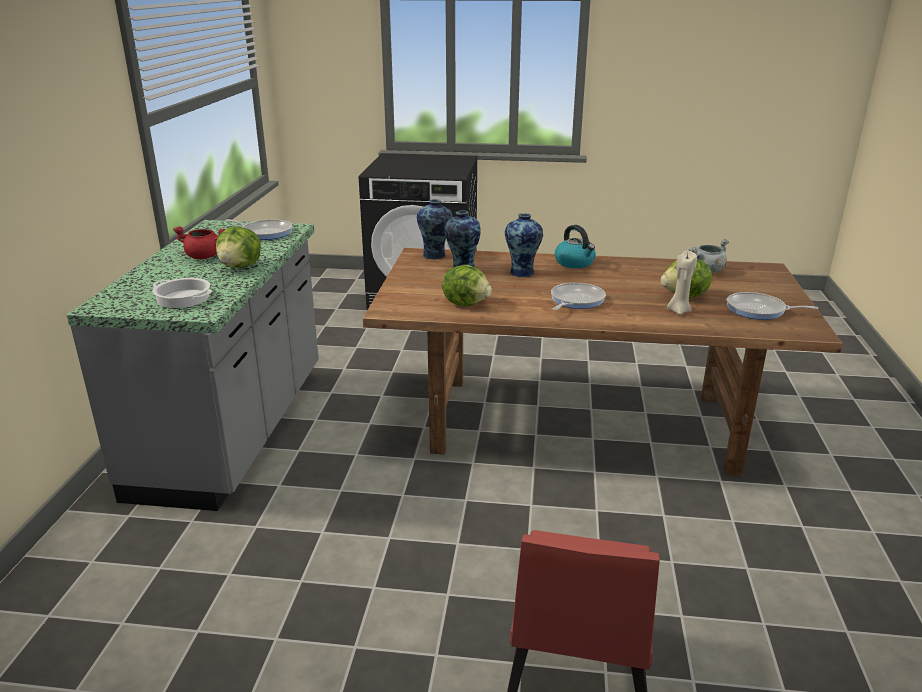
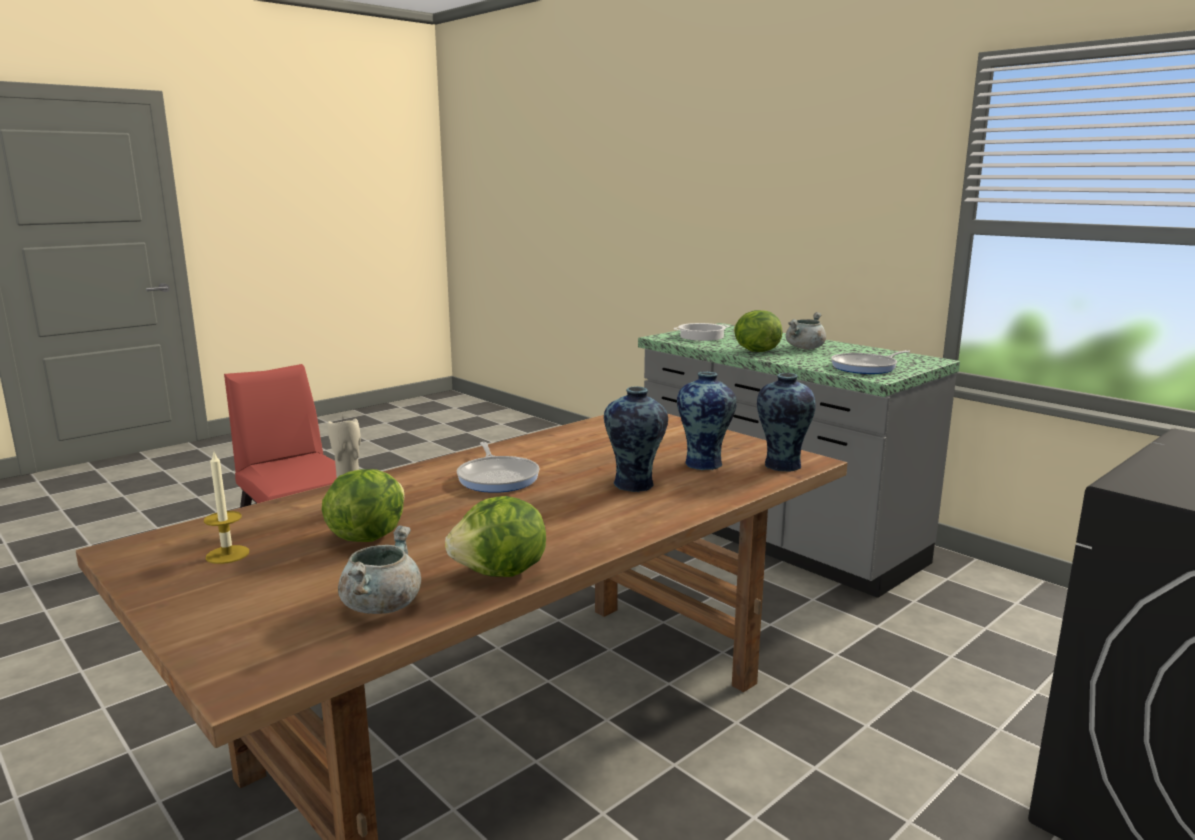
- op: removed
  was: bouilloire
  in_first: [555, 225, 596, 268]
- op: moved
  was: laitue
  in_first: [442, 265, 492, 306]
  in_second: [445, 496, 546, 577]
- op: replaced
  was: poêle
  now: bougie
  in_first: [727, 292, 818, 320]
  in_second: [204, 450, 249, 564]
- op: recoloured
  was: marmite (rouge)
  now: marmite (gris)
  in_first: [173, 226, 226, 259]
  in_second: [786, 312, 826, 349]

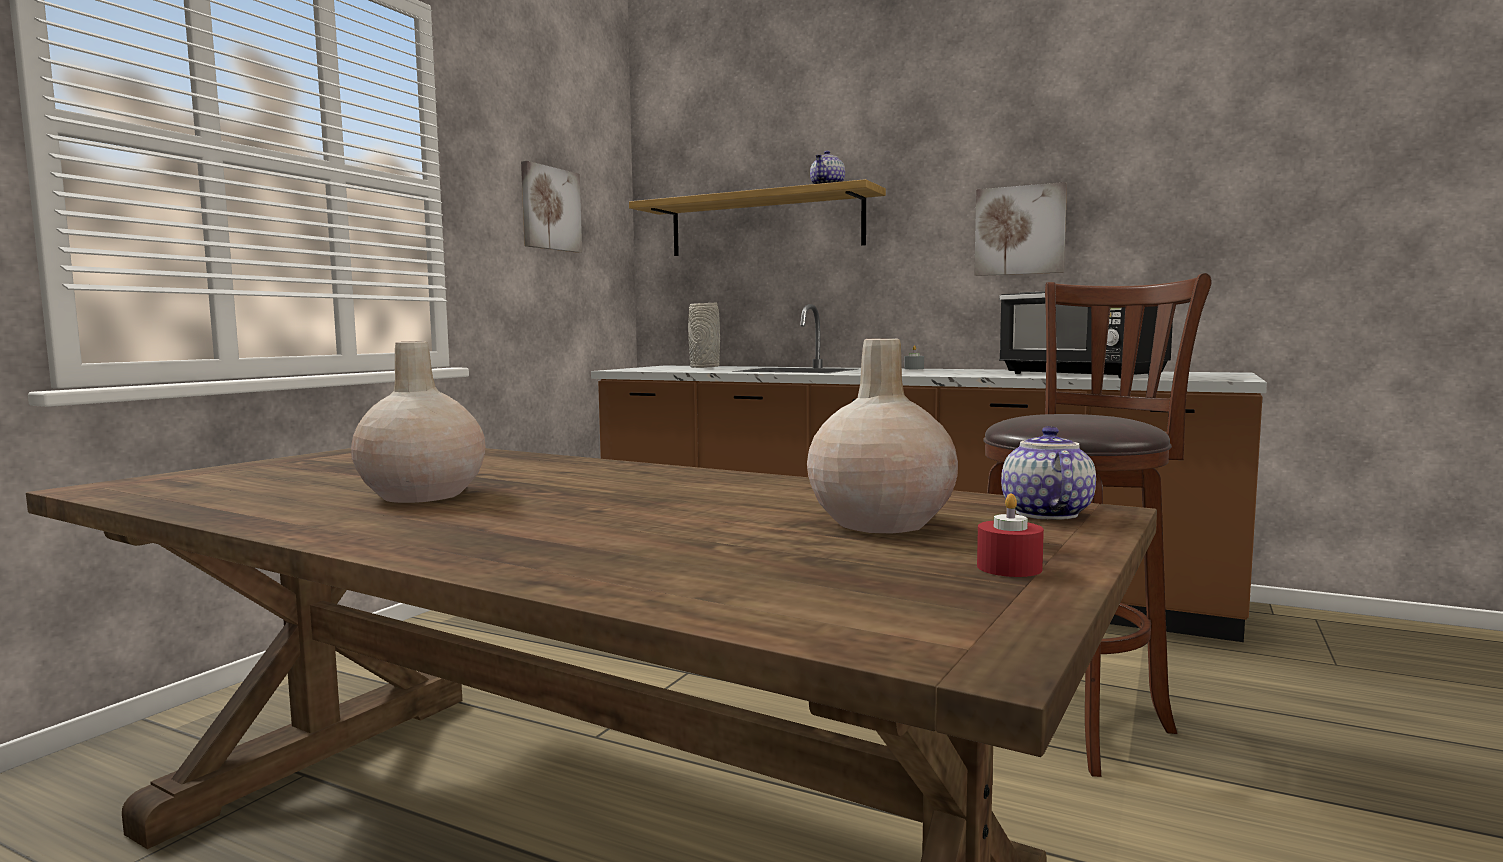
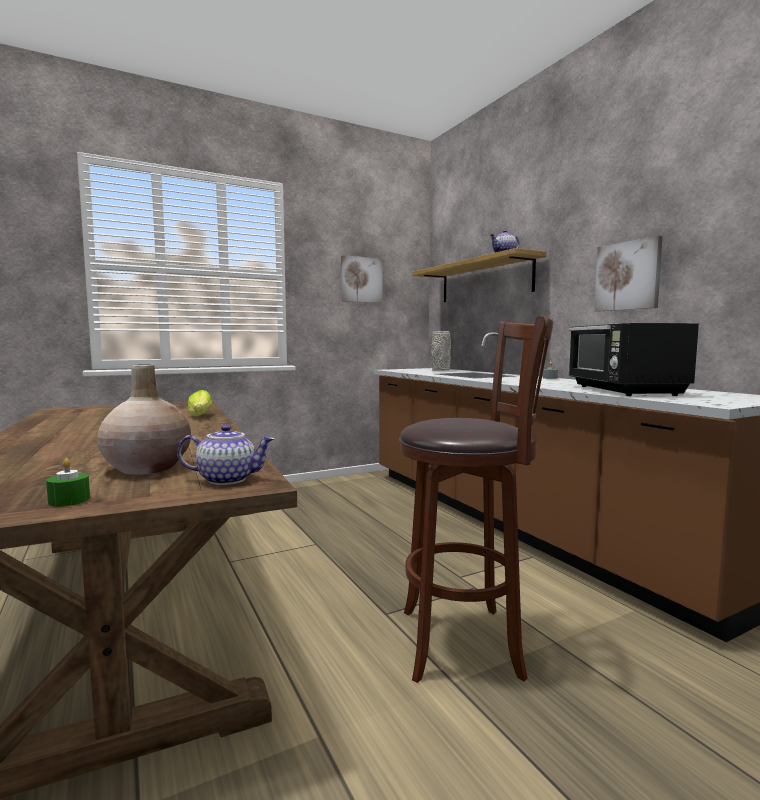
- op: removed
  was: vase (beige)
  in_first: [351, 341, 486, 503]
- op: added
  now: laitue
  in_second: [187, 390, 213, 416]
- op: recoloured
  was: bougie (rouge)
  now: bougie (vert)
  in_first: [977, 493, 1044, 577]
  in_second: [46, 458, 90, 507]
- op: turned
  was: théière
  in_first: [1001, 426, 1096, 520]
  in_second: [177, 424, 275, 485]
  clockwise: 45

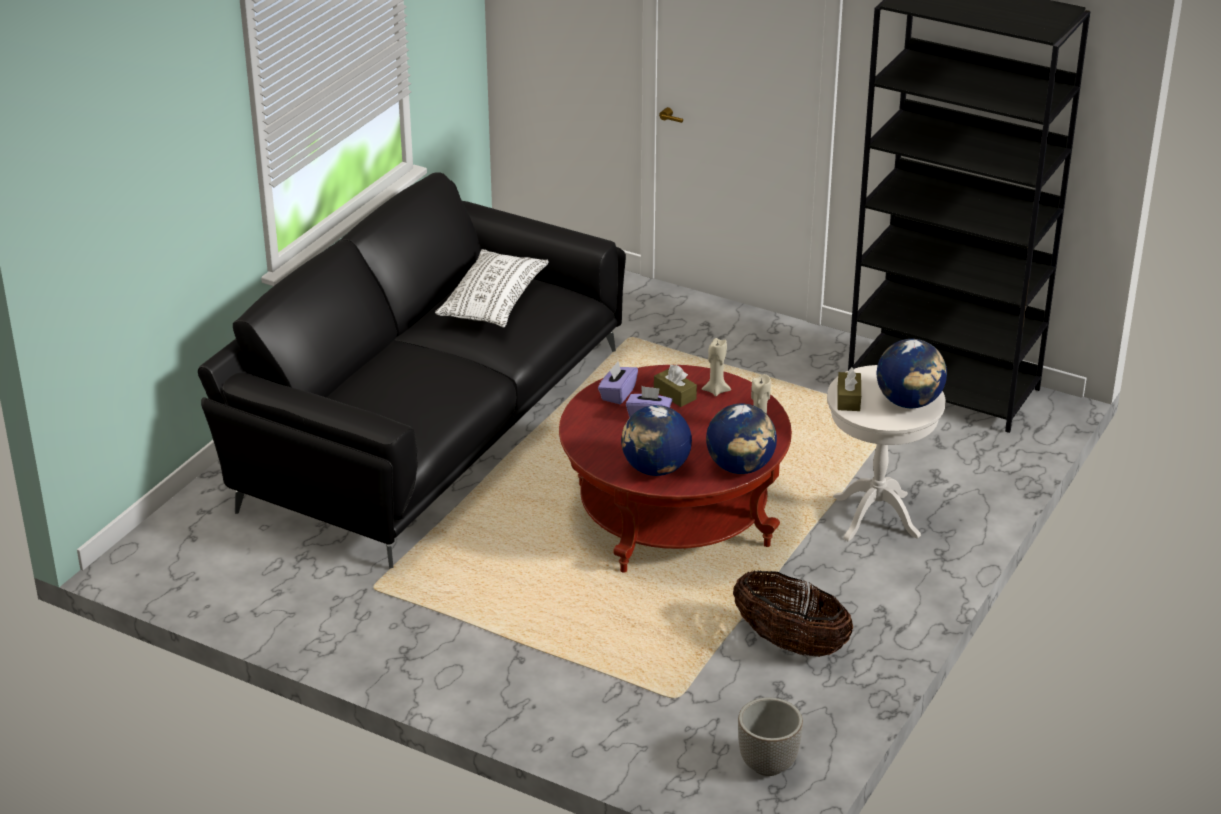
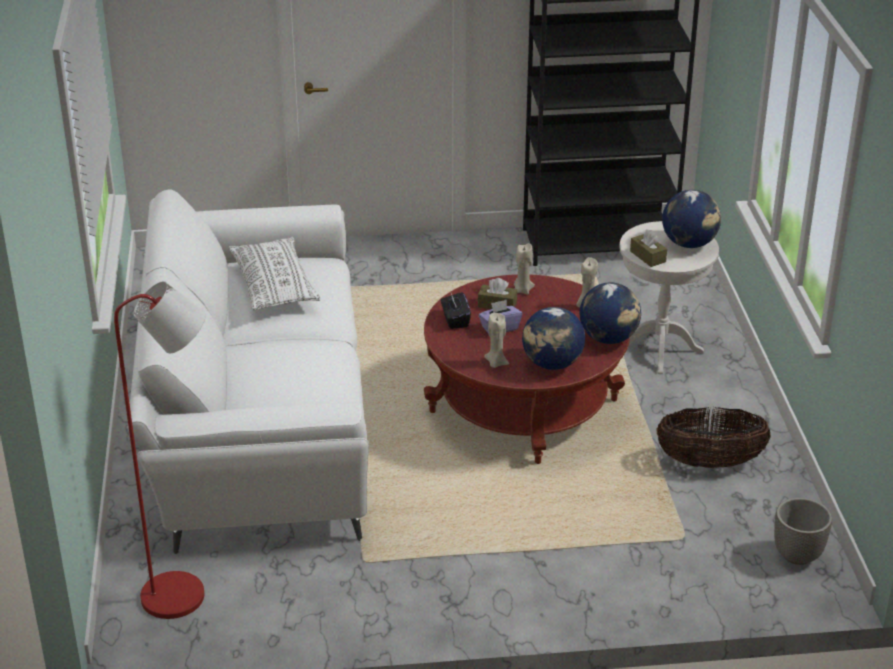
- op: added
  now: lampadaire (rouge)
  in_second: [114, 281, 206, 619]
- op: added
  now: bougie (beige)
  in_second: [484, 313, 509, 368]
- op: recoloured
  was: canapé (noir)
  now: canapé (blanc)
  in_first: [198, 172, 626, 569]
  in_second: [127, 190, 369, 554]
- op: recoloured
  was: boîte à mouchoirs (violet)
  now: boîte à mouchoirs (noir)
  in_first: [598, 362, 638, 404]
  in_second: [441, 292, 471, 329]

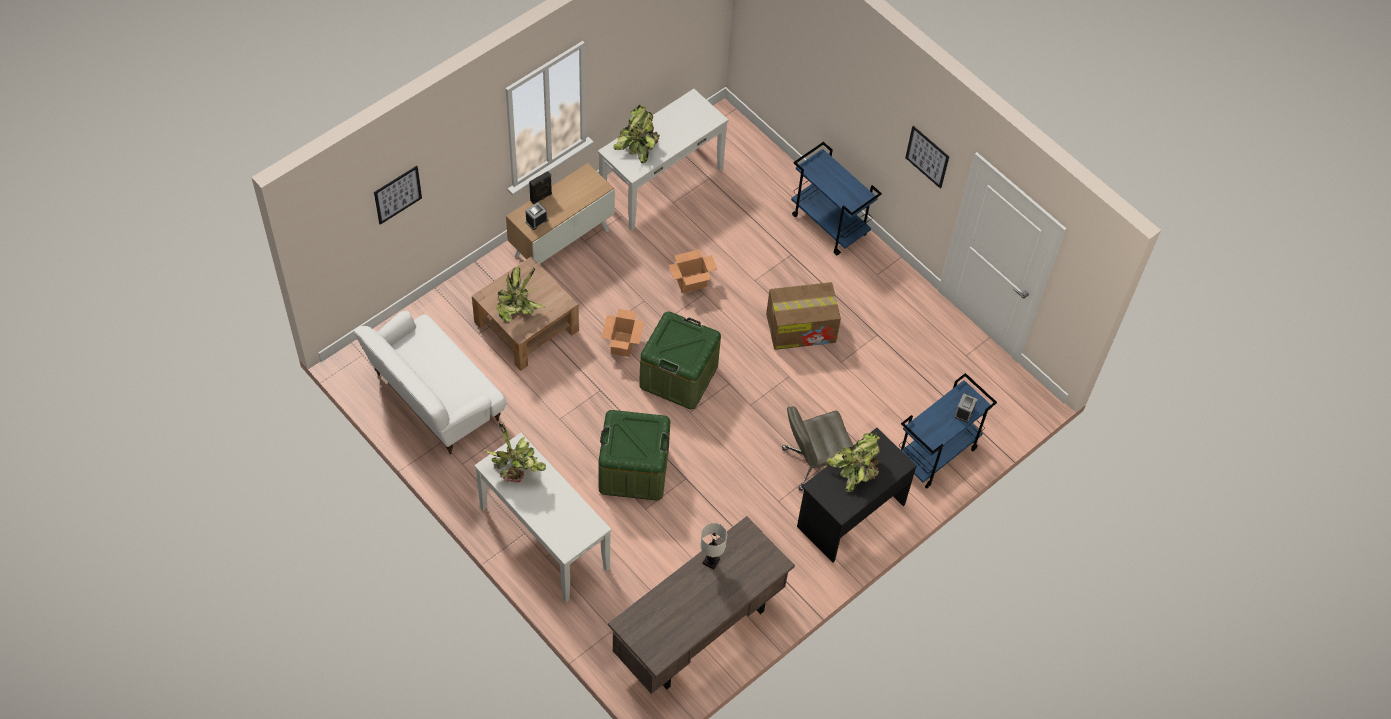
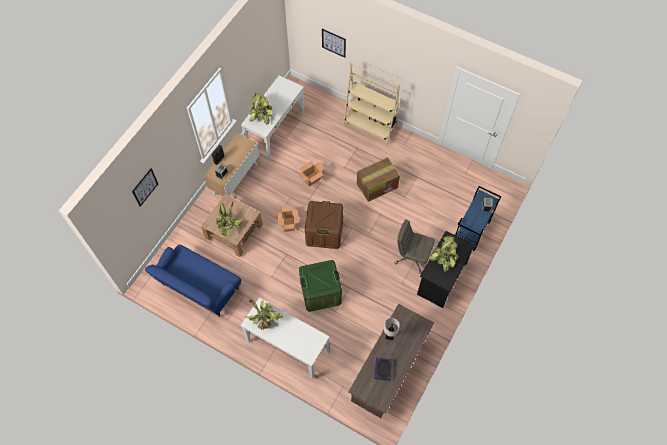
- op: added
  now: livre
  in_second: [374, 358, 392, 381]
- op: moved
  was: tableau
  in_first: [905, 126, 949, 189]
  in_second: [322, 29, 346, 58]
- op: replaced
  was: chariot (bleu)
  now: bibliothèque (beige)
  in_first: [791, 142, 882, 255]
  in_second: [343, 62, 400, 146]
- op: recoloured
  was: canapé (blanc)
  now: canapé (bleu)
  in_first: [354, 311, 507, 454]
  in_second: [145, 245, 241, 317]
- op: recoloured
  was: boîte de rangement (vert)
  now: boîte de rangement (marron)
  in_first: [639, 311, 721, 409]
  in_second: [305, 201, 343, 249]
- op: turned
  was: chaise de bureau (gris)
  in_first: [782, 406, 854, 491]
  in_second: [395, 219, 435, 274]
  clockwise: 60

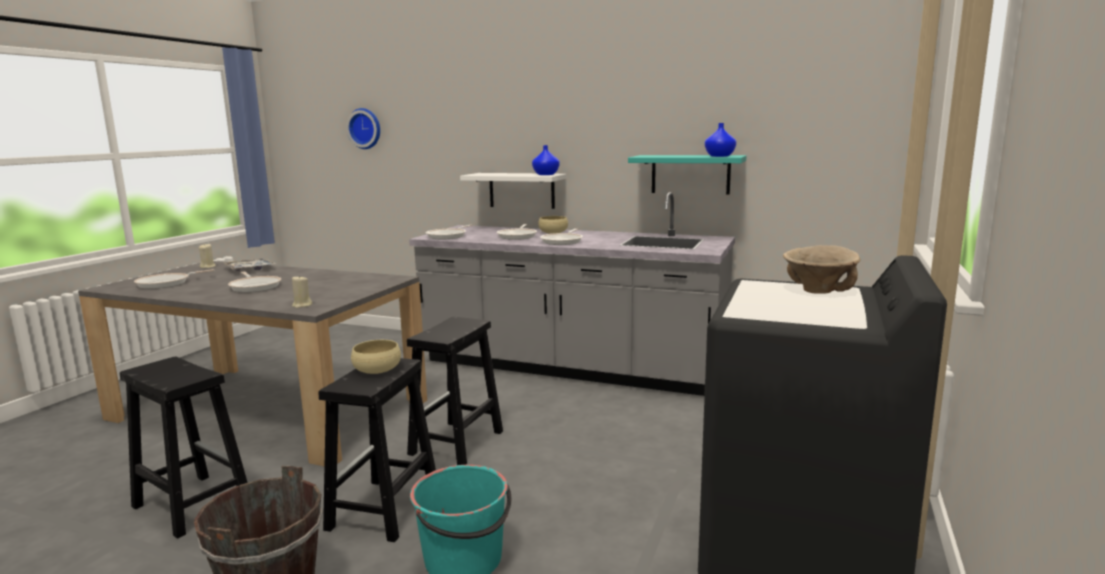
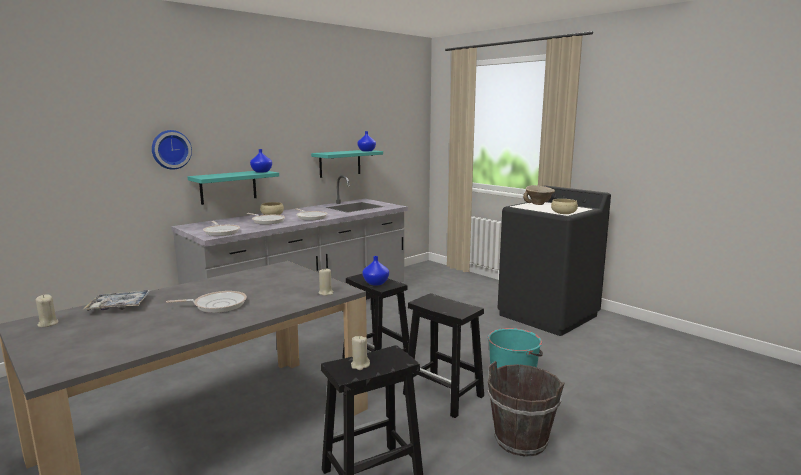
- op: removed
  was: poêle
  in_first: [134, 269, 214, 289]
- op: added
  now: bougie (beige)
  in_second: [351, 335, 370, 370]
- op: added
  now: vase (bleu)
  in_second: [362, 256, 389, 285]
- op: moved
  was: horloge murale
  in_first: [346, 108, 380, 149]
  in_second: [152, 130, 192, 170]
- op: moved
  was: bol (beige)
  in_first: [351, 340, 401, 374]
  in_second: [551, 199, 578, 214]
- op: recoloured
  was: étagère (blanc)
  now: étagère (turquoise)
  in_first: [460, 173, 566, 209]
  in_second: [187, 171, 279, 205]

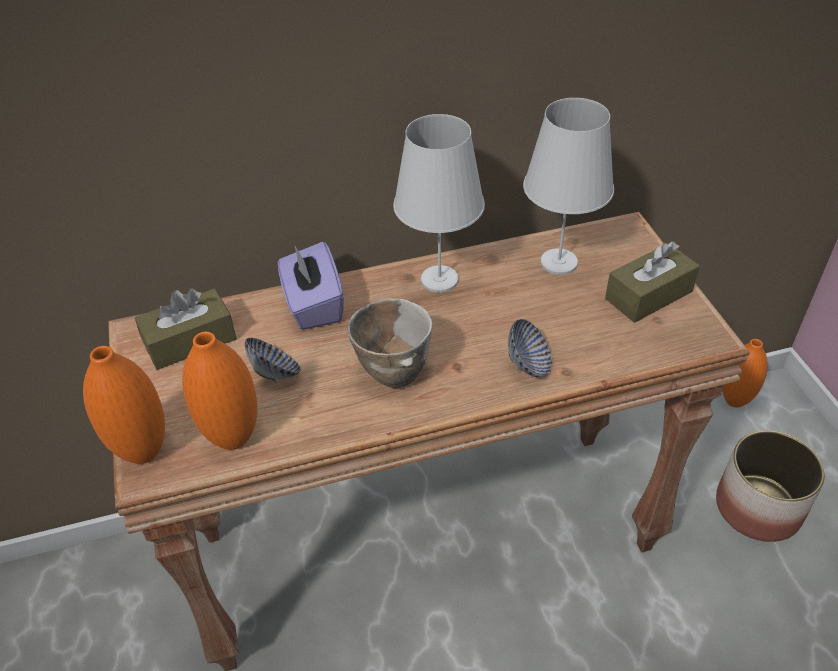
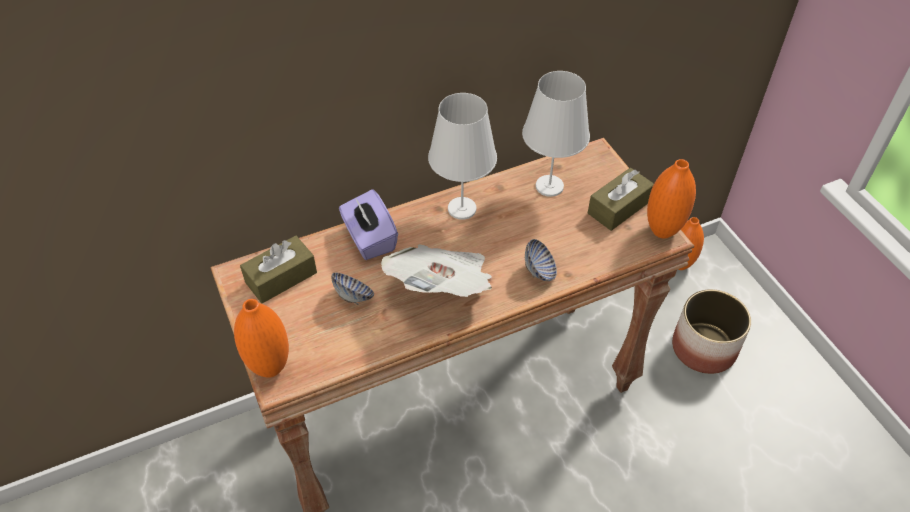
- op: moved
  was: vase (orange)
  in_first: [182, 332, 257, 450]
  in_second: [647, 159, 696, 239]
- op: replaced
  was: bol
  now: journal
  in_first: [348, 298, 432, 388]
  in_second: [381, 244, 492, 297]

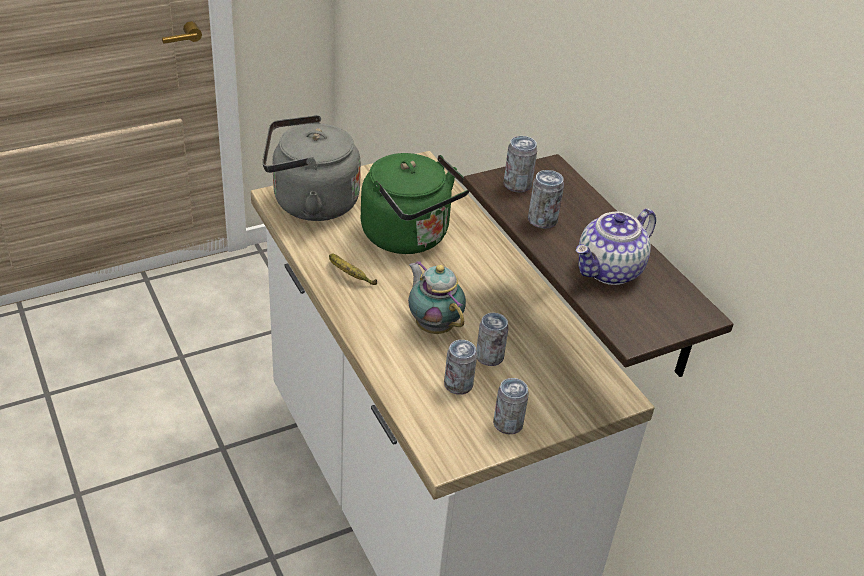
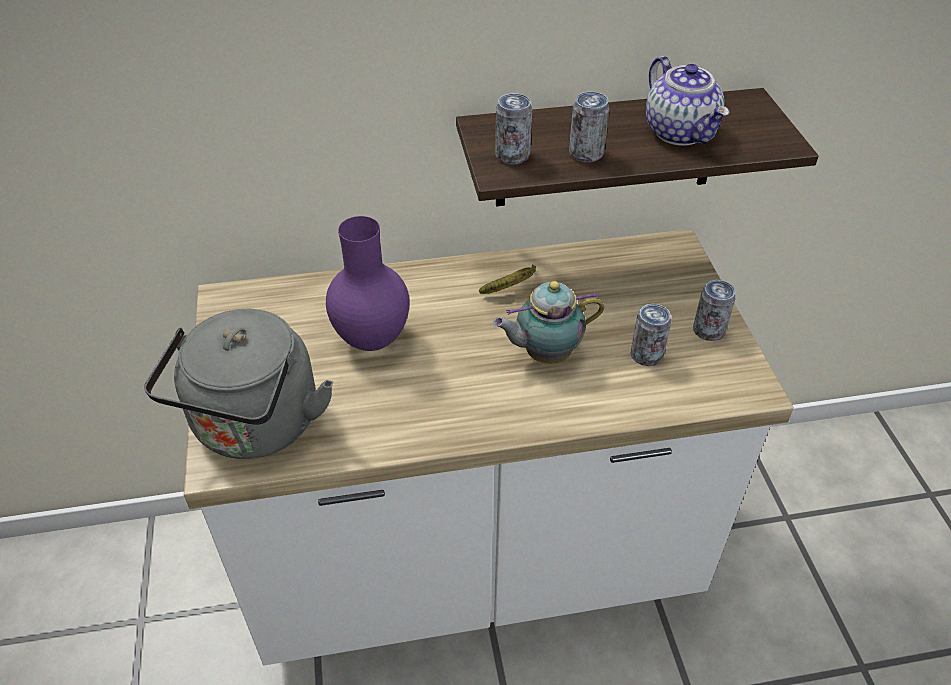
- op: removed
  was: boîte métallique
  in_first: [476, 313, 509, 366]
- op: moved
  was: banane
  in_first: [329, 254, 377, 285]
  in_second: [479, 264, 536, 294]
- op: replaced
  was: bouilloire (vert)
  now: vase (violet)
  in_first: [361, 153, 469, 254]
  in_second: [326, 216, 409, 351]

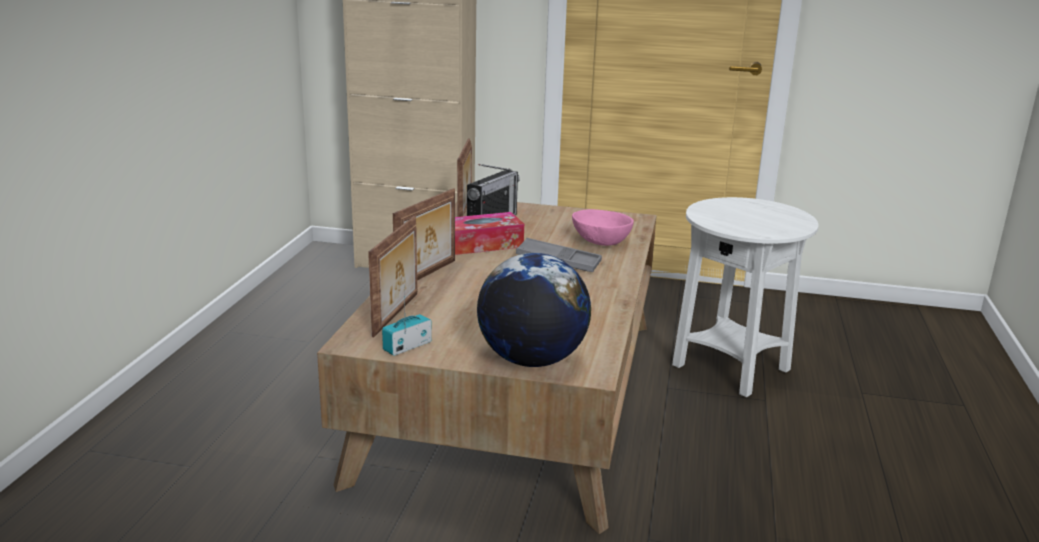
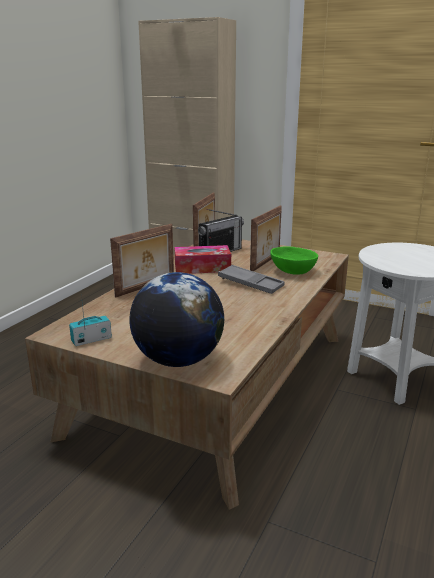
- op: moved
  was: cadre photo
  in_first: [368, 216, 417, 337]
  in_second: [250, 205, 282, 271]
- op: recoloured
  was: bol (rose)
  now: bol (vert)
  in_first: [572, 209, 634, 246]
  in_second: [270, 246, 318, 275]

